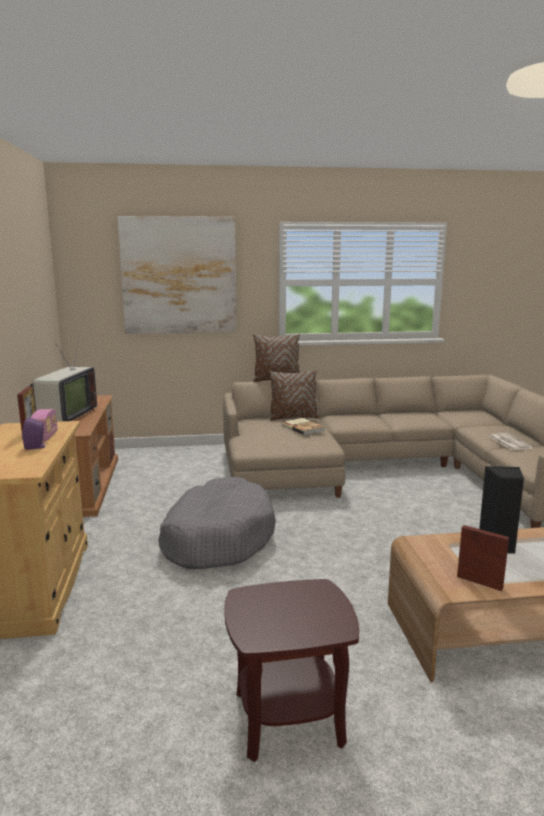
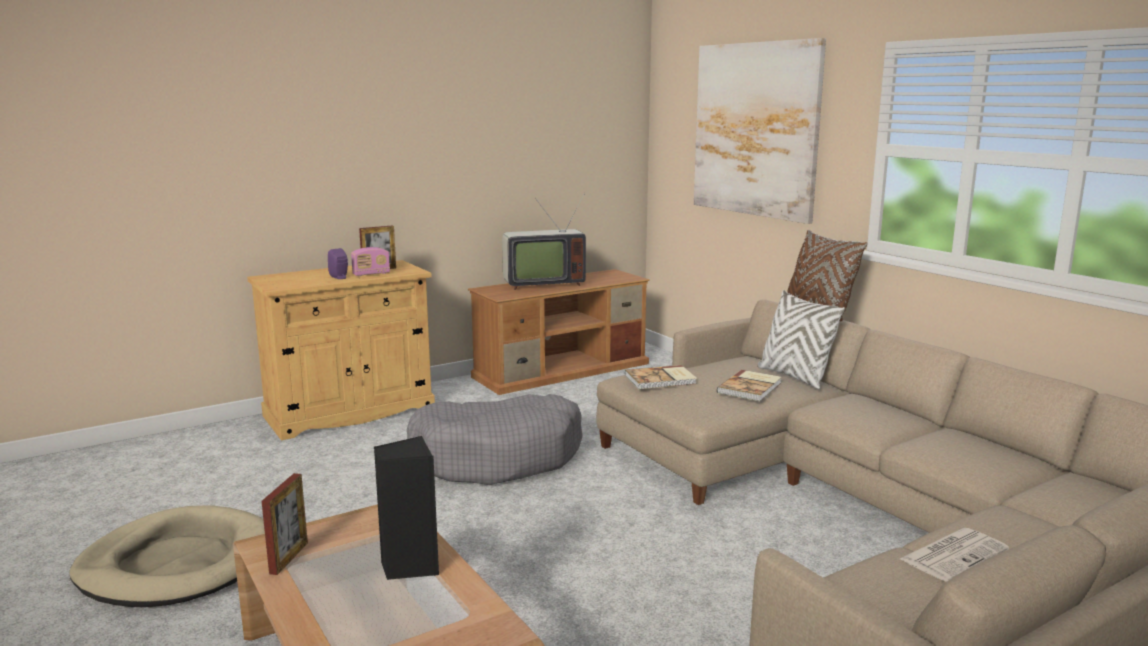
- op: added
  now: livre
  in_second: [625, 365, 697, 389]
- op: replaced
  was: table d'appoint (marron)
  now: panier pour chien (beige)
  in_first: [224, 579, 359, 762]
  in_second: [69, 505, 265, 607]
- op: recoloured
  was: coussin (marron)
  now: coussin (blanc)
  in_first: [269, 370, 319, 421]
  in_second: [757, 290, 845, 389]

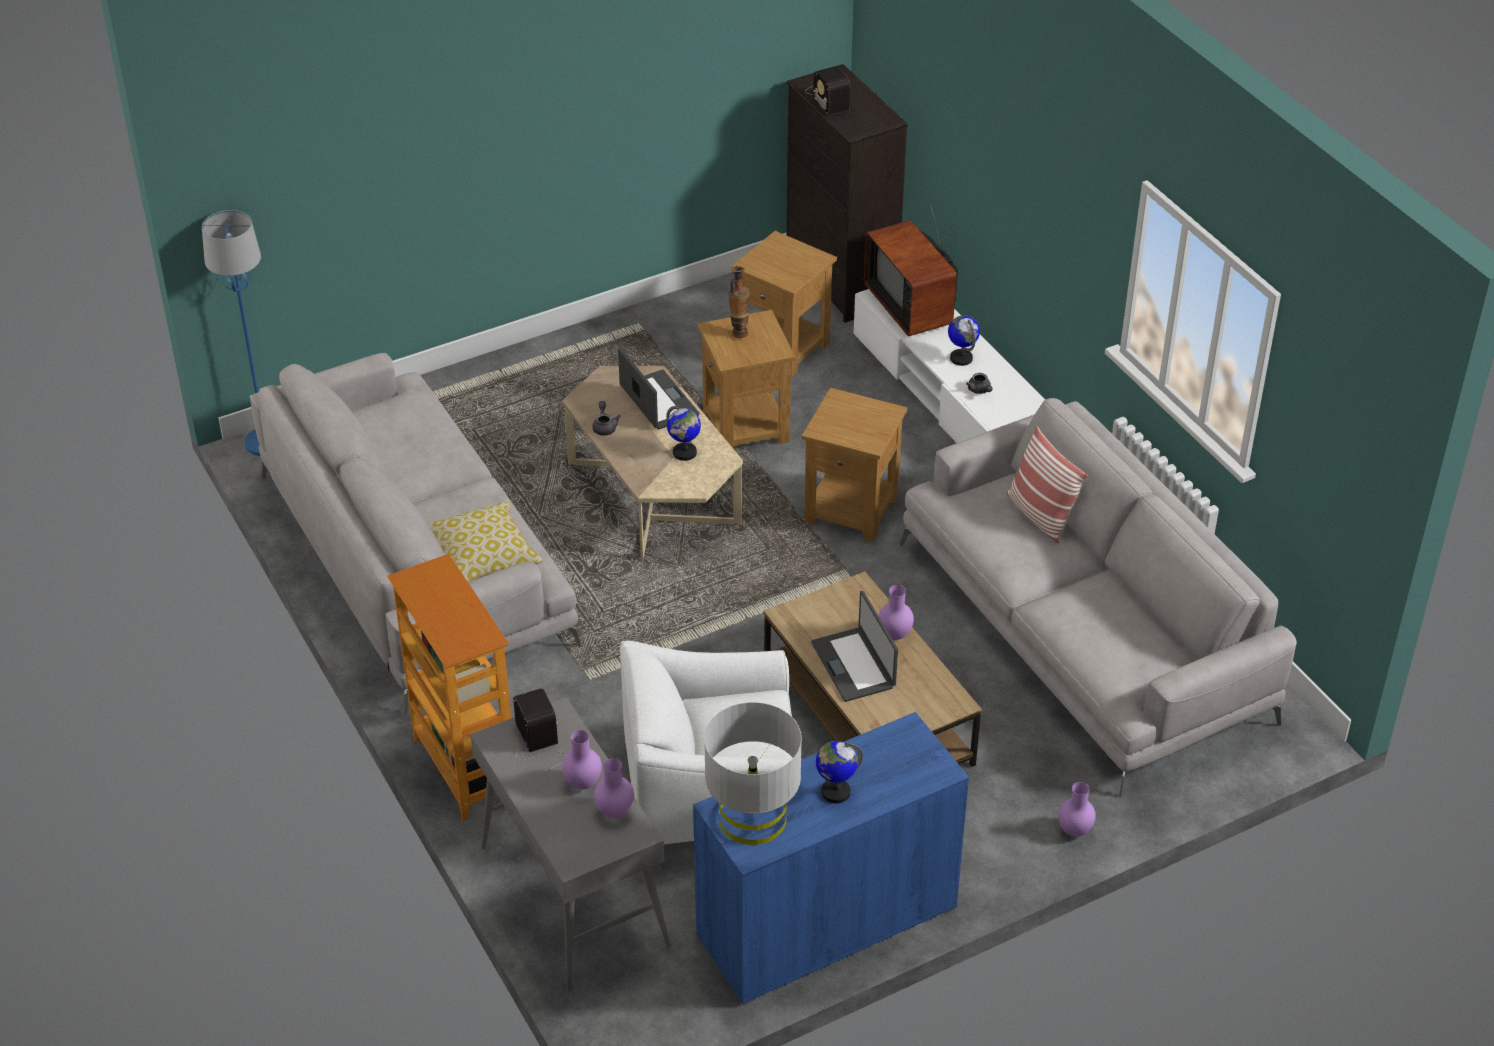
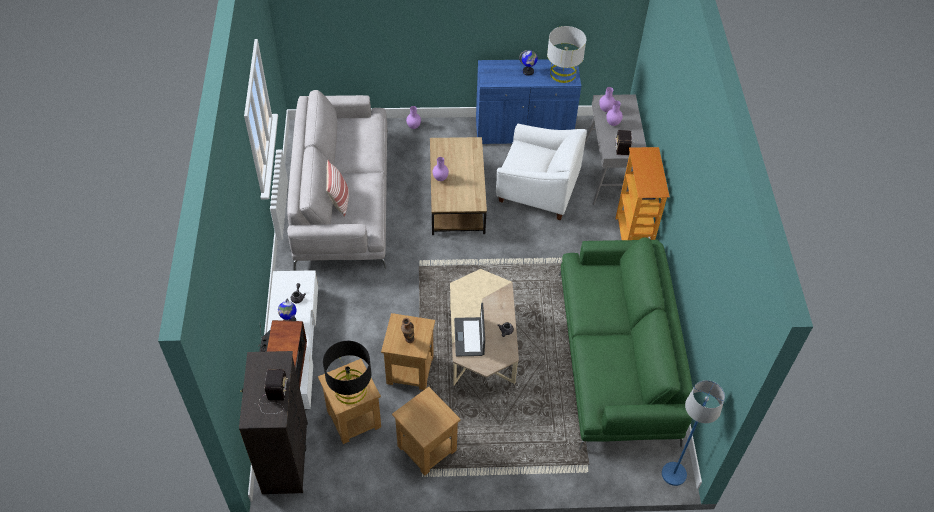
- op: removed
  was: coussin
  in_first: [427, 499, 543, 582]
- op: removed
  was: globe
  in_first: [666, 405, 701, 461]
- op: removed
  was: ordinateur portable
  in_first: [811, 591, 898, 702]
- op: added
  now: lampe de table (noir)
  in_second: [323, 341, 371, 404]
- op: moved
  was: table d'appoint (marron)
  in_first: [802, 388, 907, 541]
  in_second: [392, 387, 461, 476]
- op: recoloured
  was: canapé (gris)
  now: canapé (vert)
  in_first: [250, 353, 582, 715]
  in_second: [559, 238, 693, 450]

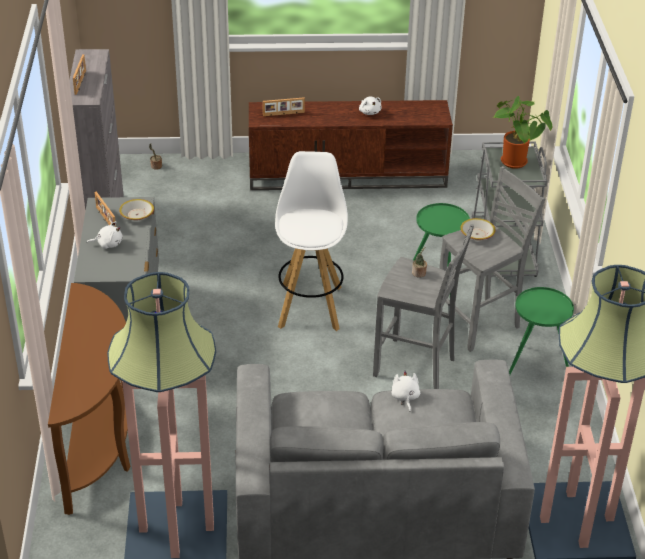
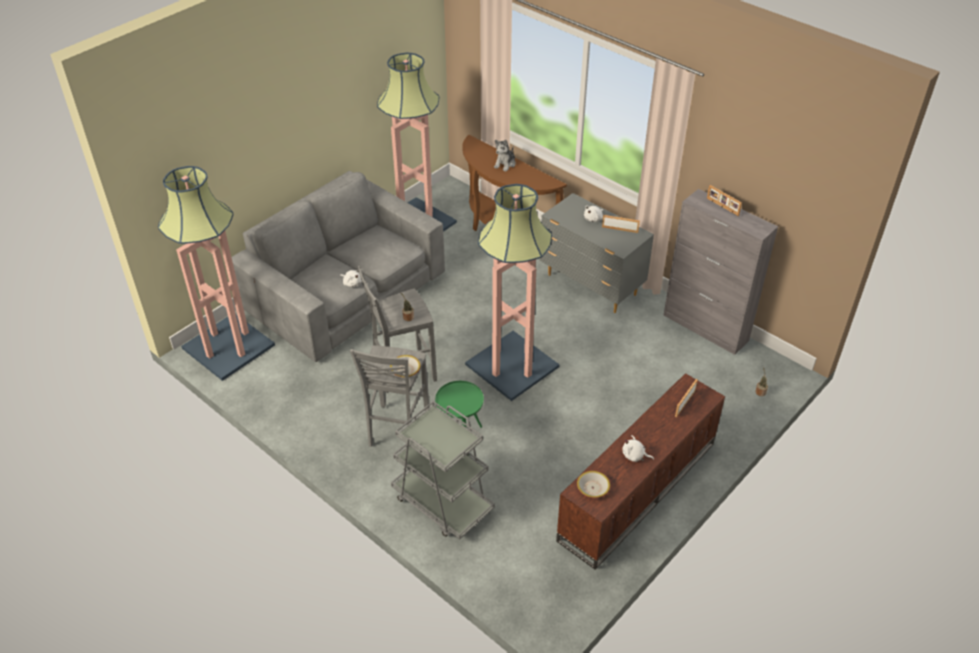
- op: removed
  was: plante en pot
  in_first: [494, 96, 553, 169]
- op: removed
  was: table d'appoint (vert)
  in_first: [509, 287, 574, 375]
- op: added
  now: peluche
  in_second: [494, 139, 516, 172]
- op: moved
  was: bol
  in_first: [119, 199, 154, 221]
  in_second: [577, 471, 610, 498]
- op: replaced
  was: tabouret (blanc)
  now: lampadaire
  in_first: [275, 151, 348, 331]
  in_second: [465, 184, 560, 401]

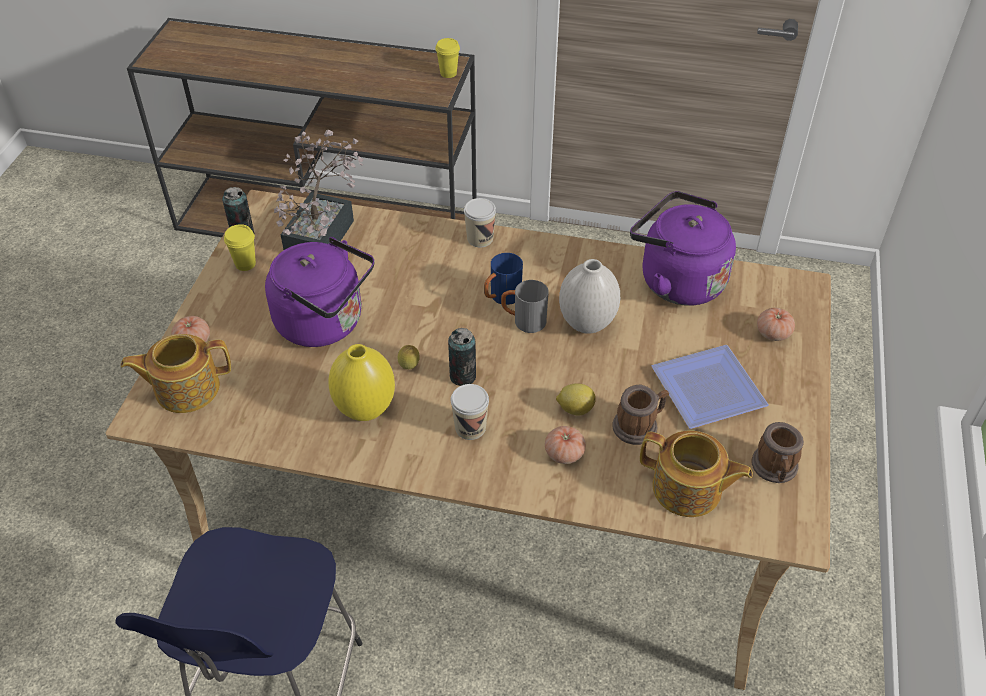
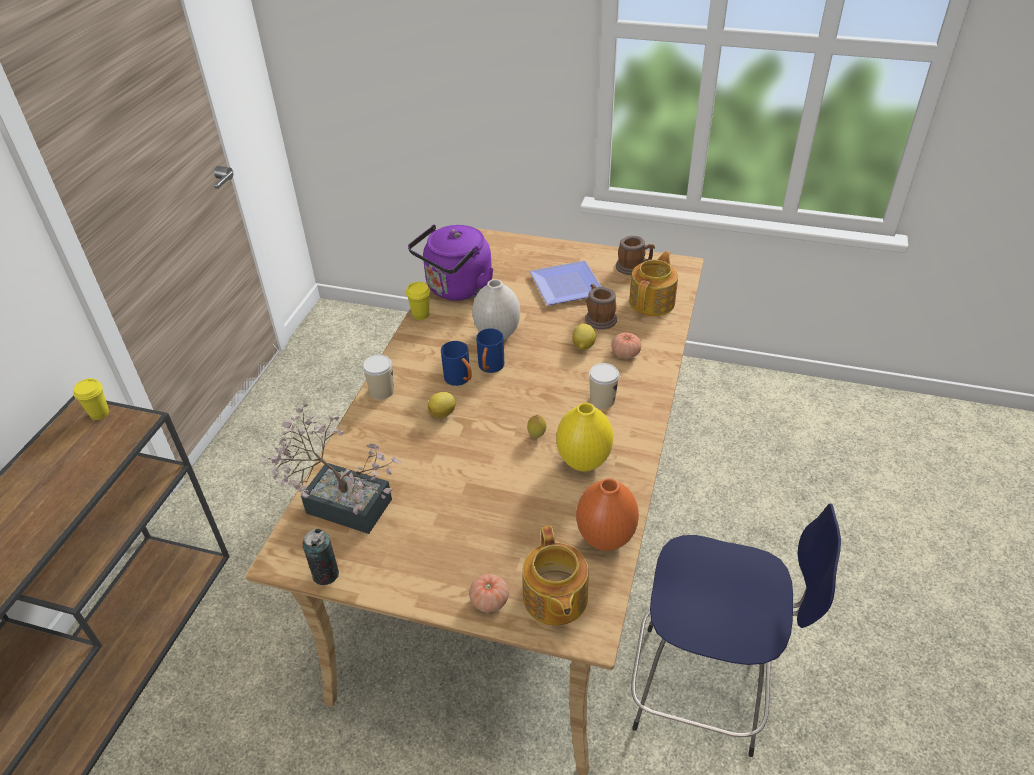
- op: removed
  was: bouilloire (violet)
  in_first: [265, 237, 374, 347]
- op: removed
  was: boîte métallique
  in_first: [448, 328, 476, 386]
- op: removed
  was: tomate
  in_first: [757, 308, 795, 341]
- op: added
  now: citron
  in_second: [428, 392, 456, 419]
- op: added
  now: vase (orange)
  in_second: [576, 478, 639, 551]
- op: moved
  was: tasse (jaune)
  in_first: [224, 224, 256, 271]
  in_second: [406, 282, 430, 320]
- op: recoloured
  was: mug (gris)
  now: mug (bleu)
  in_first: [501, 280, 549, 333]
  in_second: [476, 329, 504, 373]

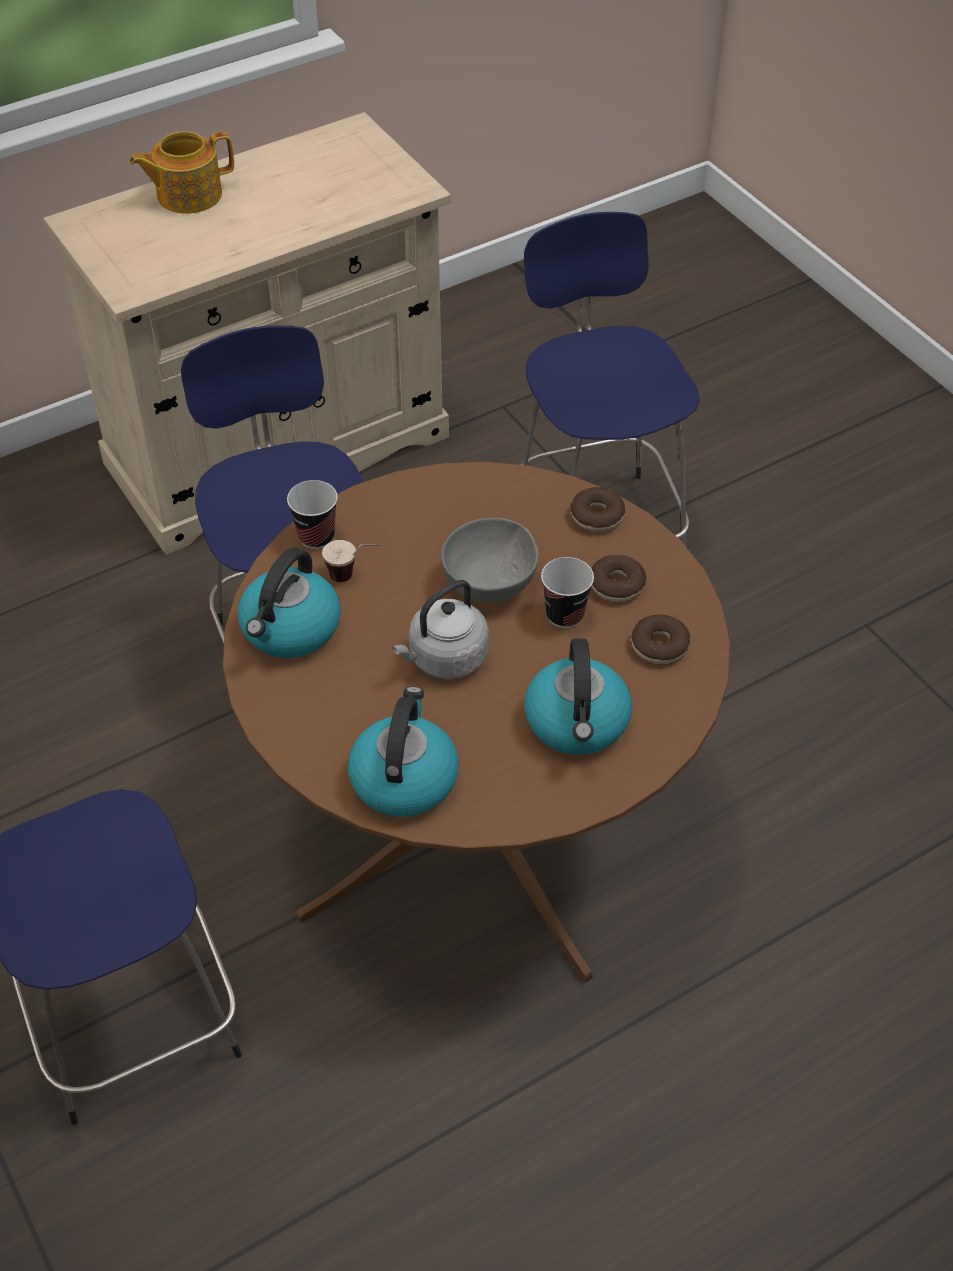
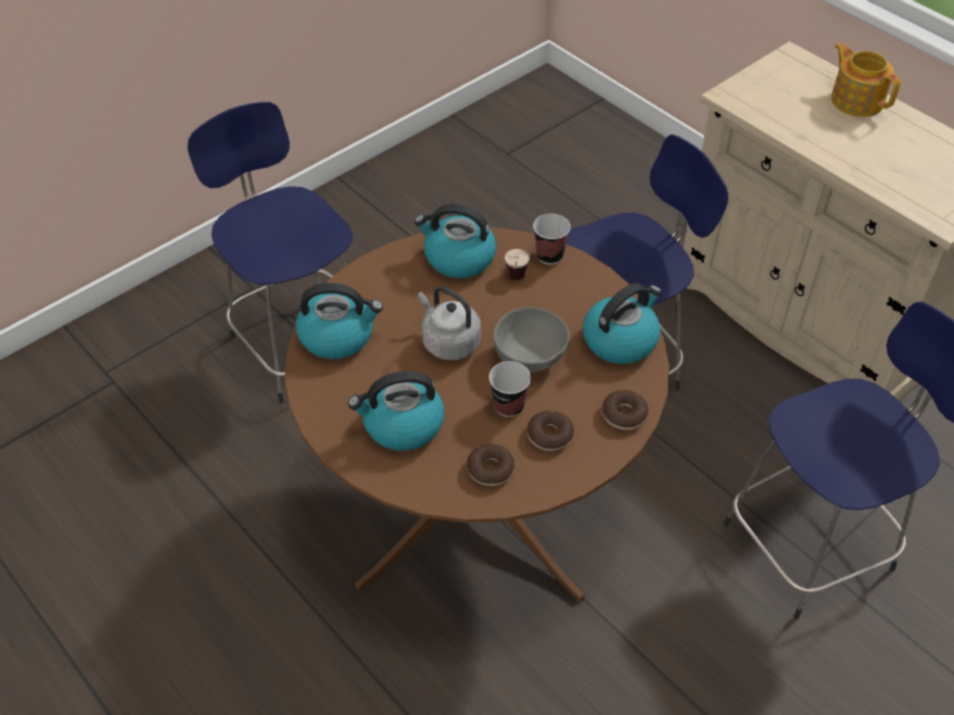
- op: added
  now: bouilloire
  in_second: [583, 283, 662, 364]

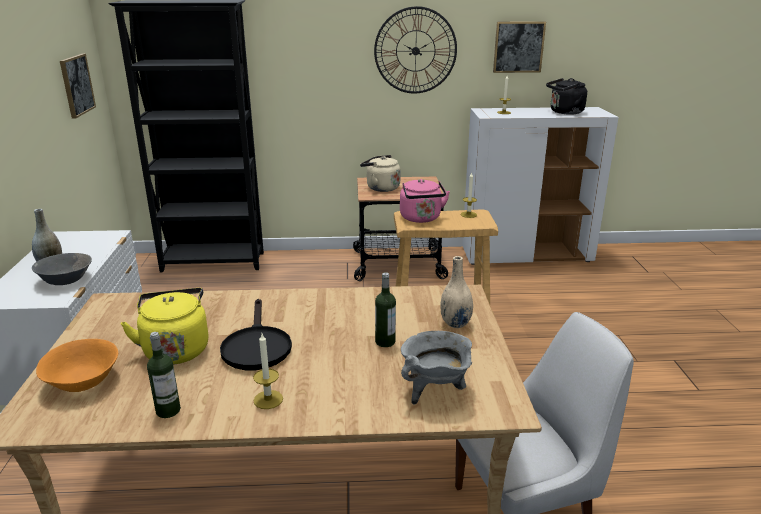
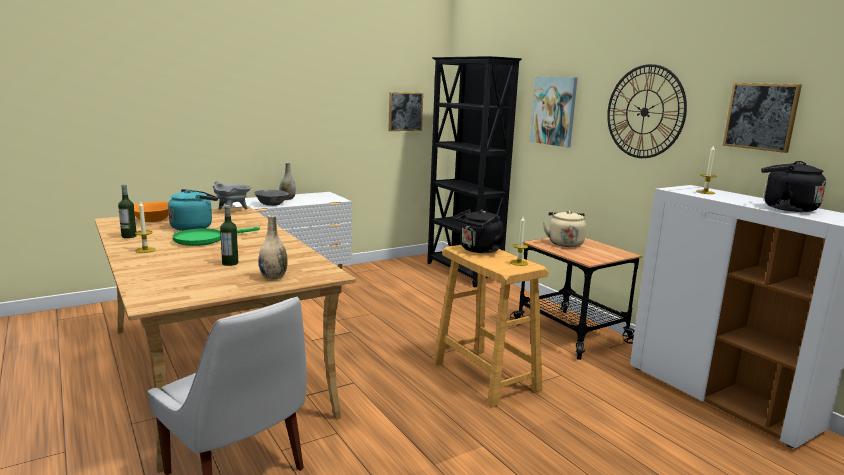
- op: added
  now: tableau
  in_second: [530, 76, 578, 147]
- op: moved
  was: marmite (gris)
  in_first: [401, 331, 472, 404]
  in_second: [213, 181, 251, 210]
- op: recoloured
  was: bouilloire (jaune)
  now: bouilloire (turquoise)
  in_first: [121, 288, 209, 365]
  in_second: [168, 189, 218, 231]
- op: recoloured
  was: poêle (noir)
  now: poêle (vert)
  in_first: [220, 299, 292, 370]
  in_second: [173, 227, 260, 246]
- op: recoloured
  was: bouilloire (rose)
  now: bouilloire (noir)
  in_first: [400, 179, 450, 223]
  in_second: [453, 209, 506, 253]

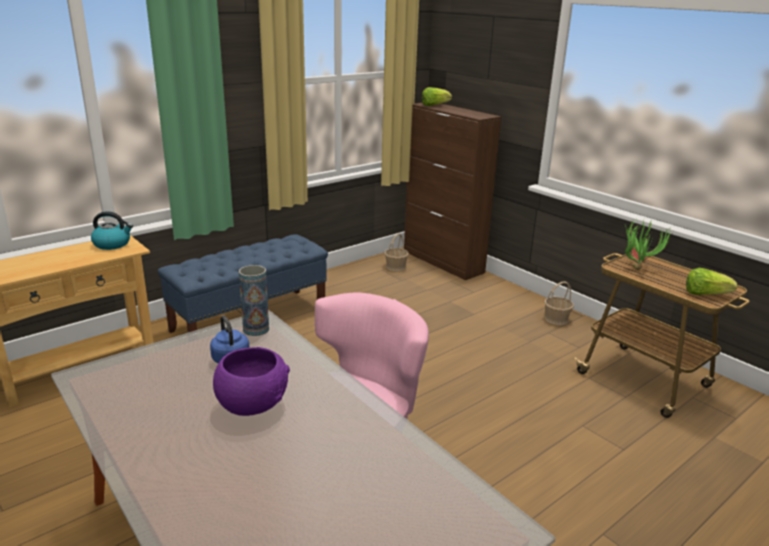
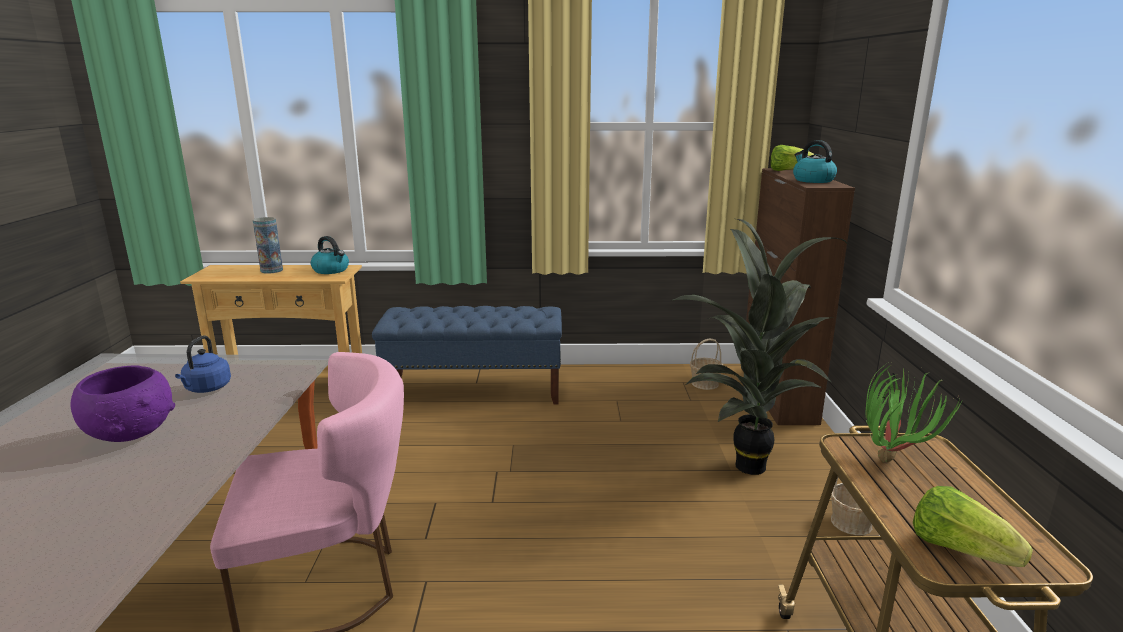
- op: added
  now: plante en pot
  in_second: [671, 219, 849, 475]
- op: added
  now: bouilloire
  in_second: [793, 140, 837, 183]
- op: moved
  was: vase
  in_first: [239, 265, 269, 336]
  in_second: [253, 217, 283, 274]

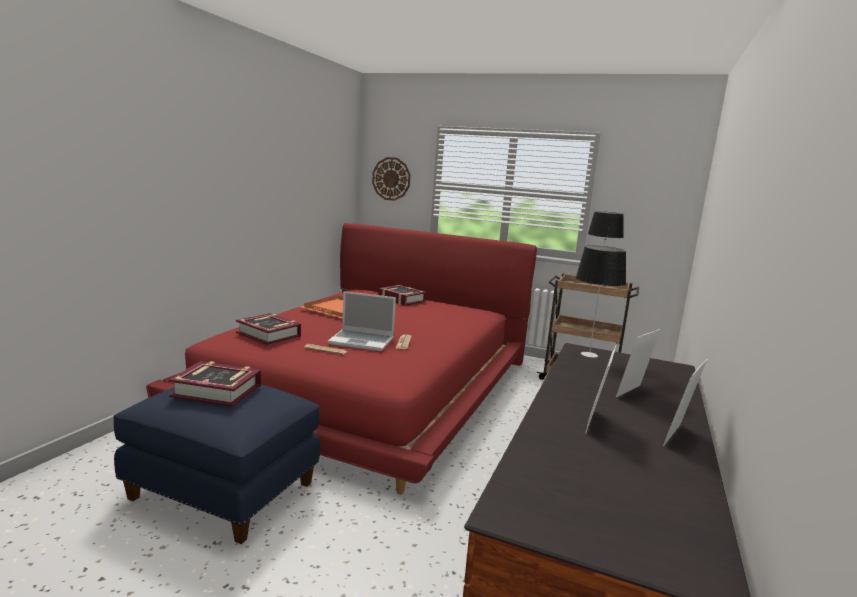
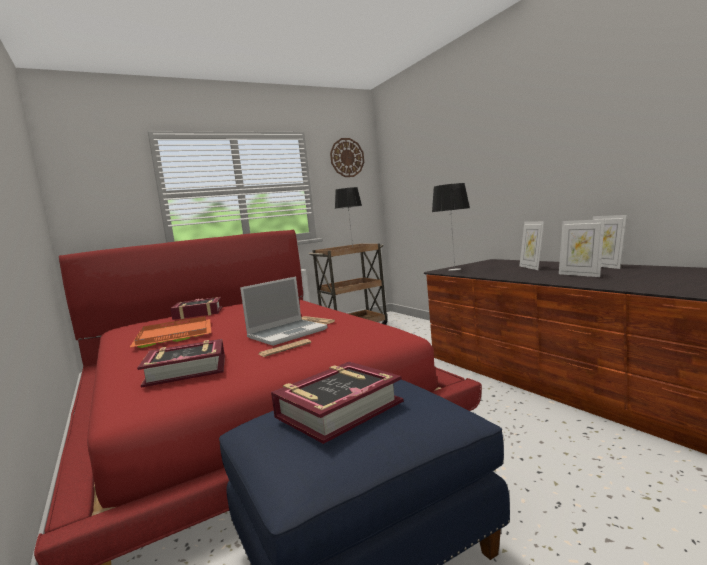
- op: moved
  was: horloge murale
  in_first: [372, 157, 410, 201]
  in_second: [330, 138, 364, 177]

